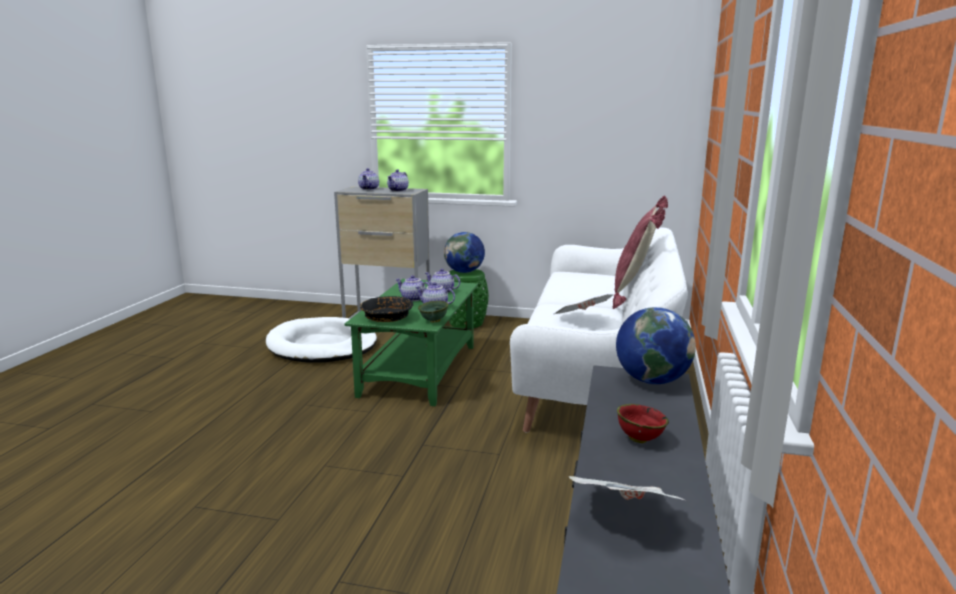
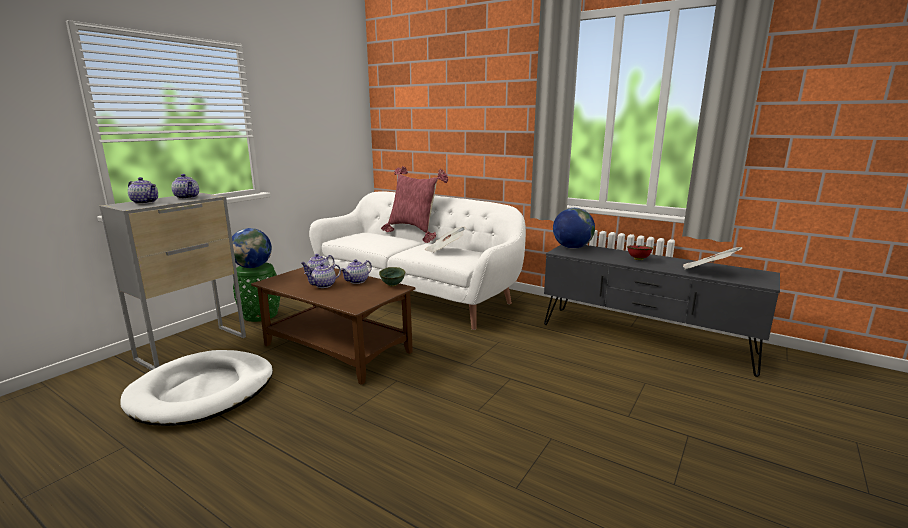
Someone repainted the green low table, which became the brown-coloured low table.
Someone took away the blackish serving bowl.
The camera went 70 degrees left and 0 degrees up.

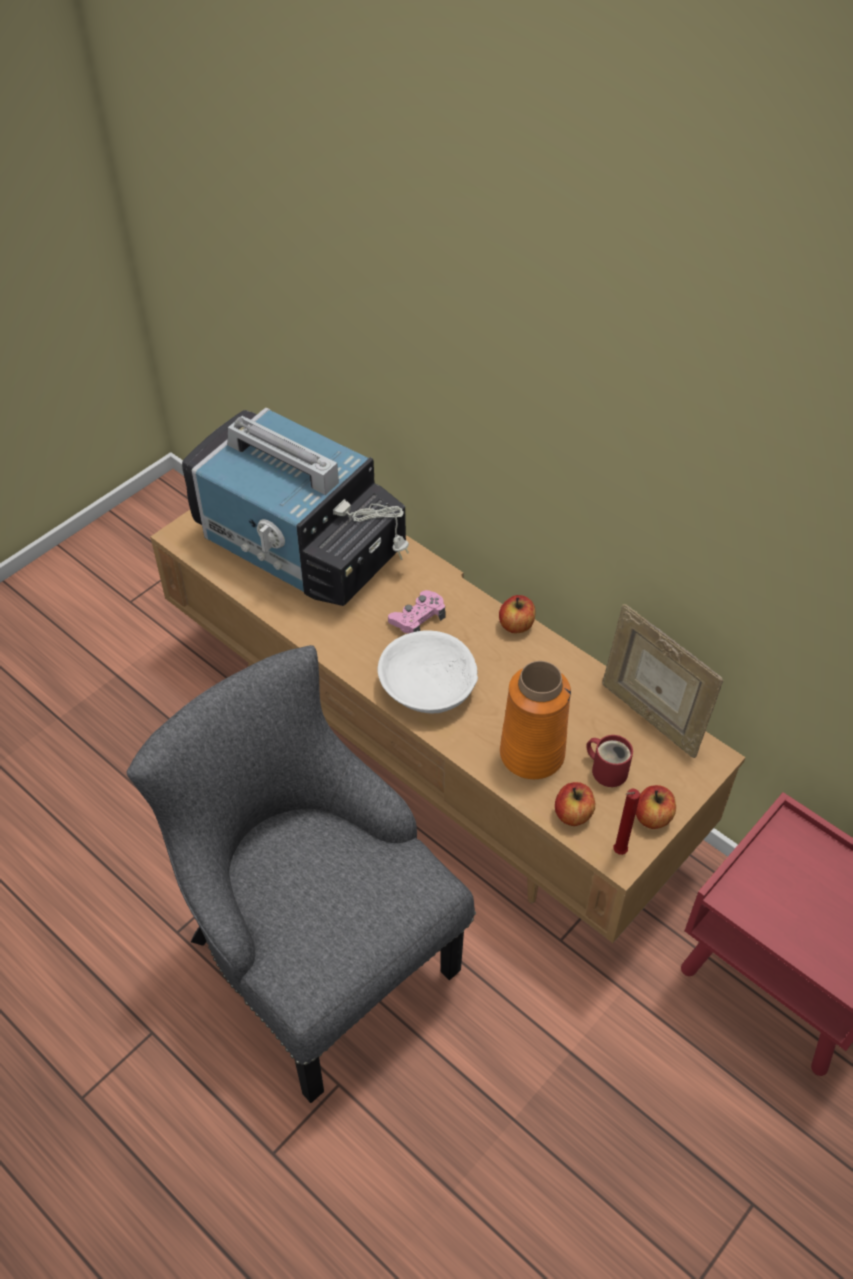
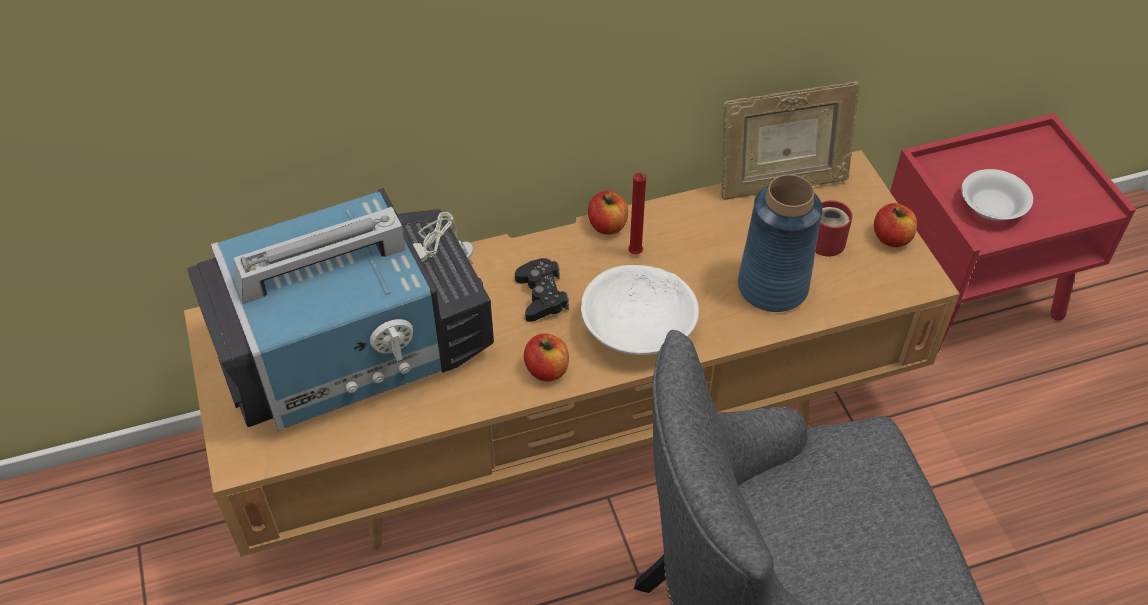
Someone repainted the pink joypad, which became the blackish joypad.
Someone repainted the orange-coloured vase, which became the bluish vase.
Someone carried the apple fruit (2nd from left in the first image).
Someone carried the red-coloured candle.
Someone put down the whitish serving bowl (2nd from left).
The camera went 60 degrees left and 0 degrees up.

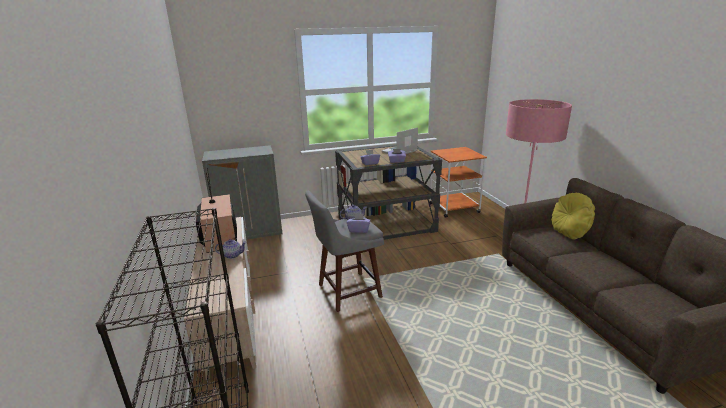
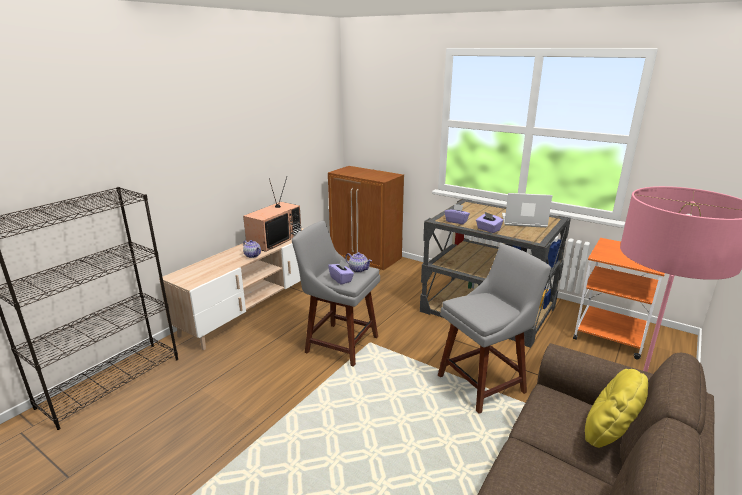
Someone repainted the gray cupboard, which became the brown-coloured cupboard.
Someone put down the gray stool (2nd from left).
The camera went 50 degrees right and 0 degrees up.

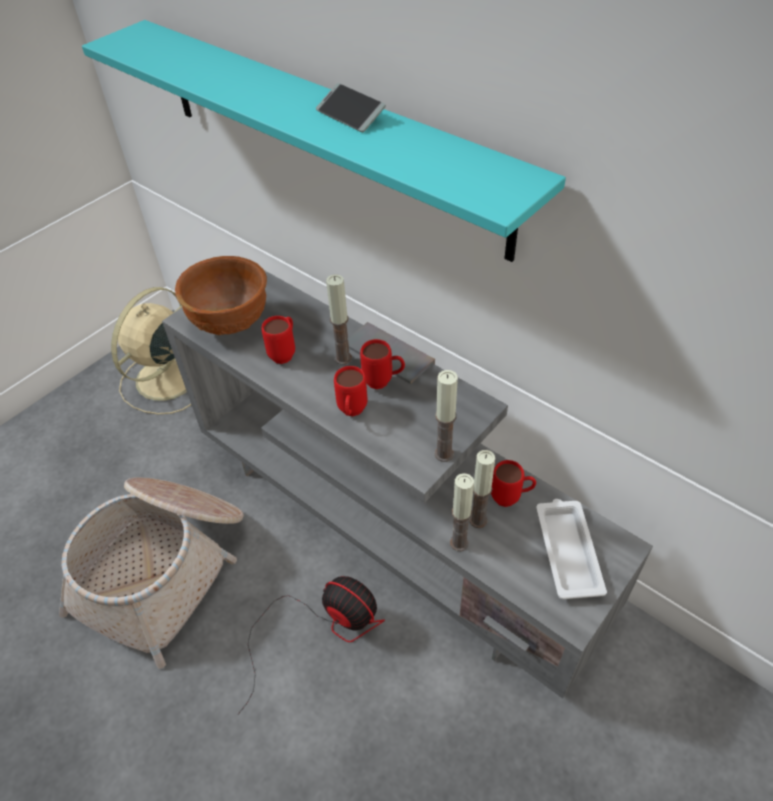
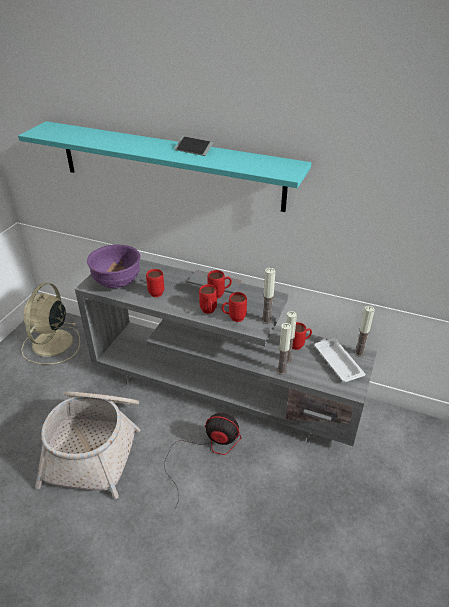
Someone repainted the brown-coloured serving bowl, which became the purplish serving bowl.
Someone carried the candle (1st from left in the first image).
Someone put down the red-coloured tea mug (4th from left).
The camera went 20 degrees left and 10 degrees down.

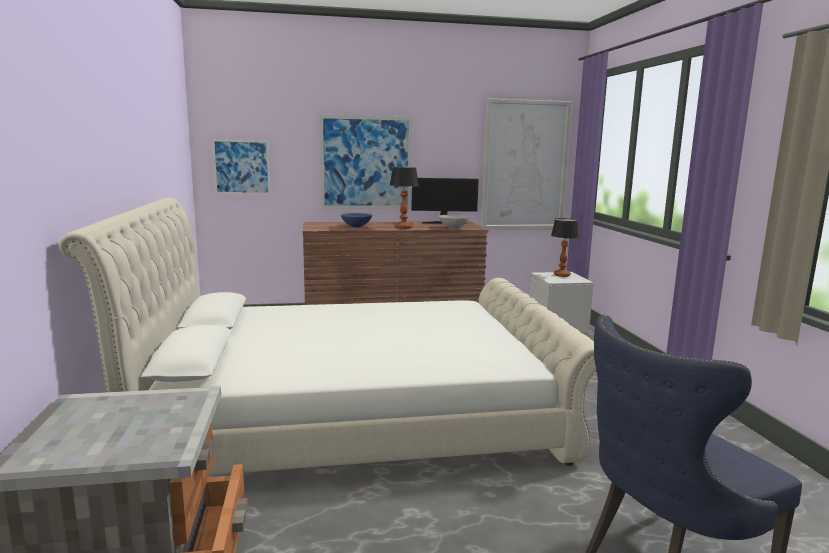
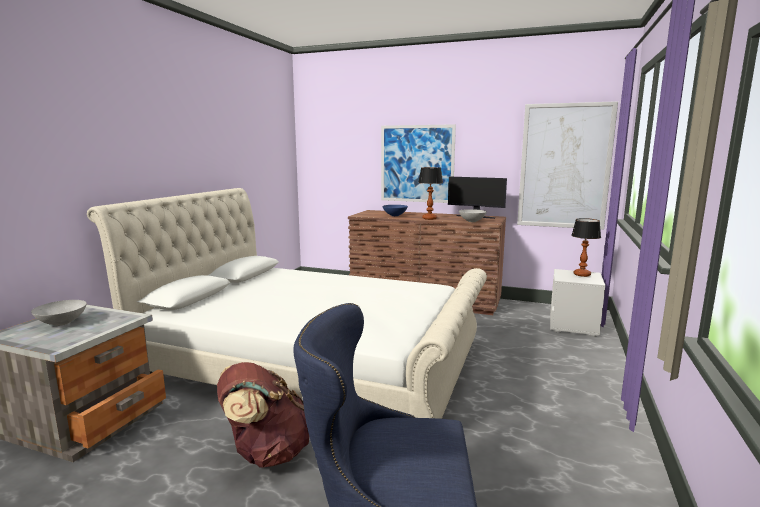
Someone took away the picture (1st from left).
Someone put down the gray serving bowl (1st from left).
Someone put down the brown-coloured rucksack.
The camera went 30 degrees right and 0 degrees up.

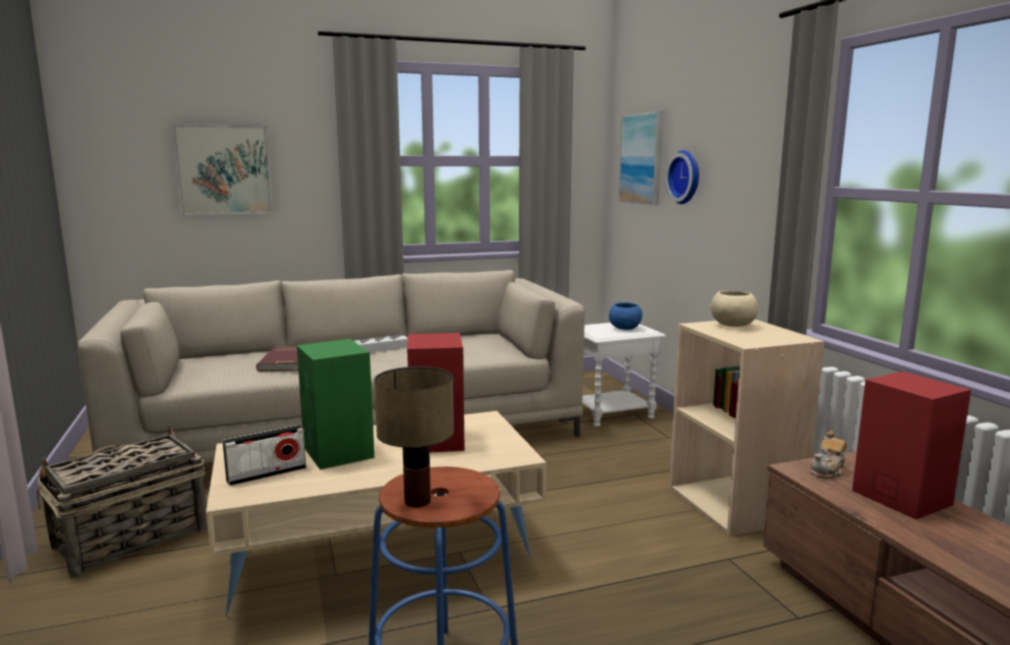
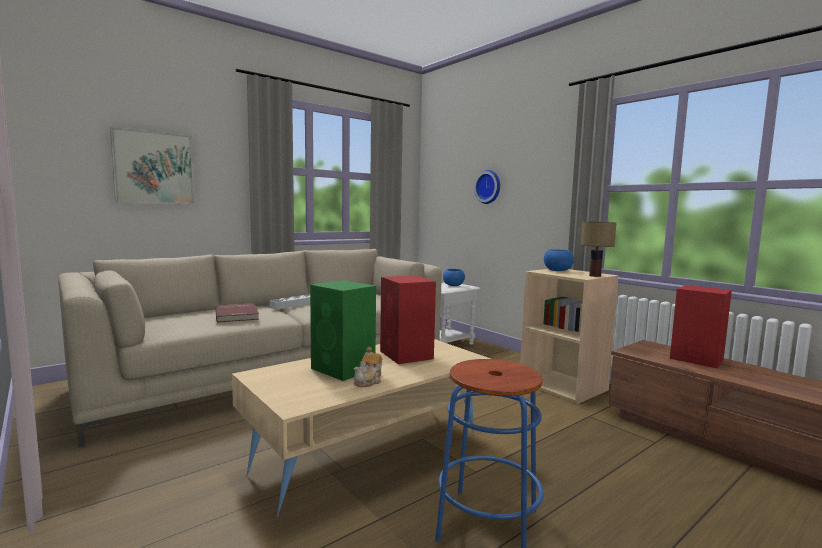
Someone took away the basket.
Someone took away the radio.
Someone carried the lamp for a table.
Someone took away the picture (2nd from left).
Someone repainted the beige-coloured serving bowl, which became the bluish serving bowl (2nd from left).
Someone carried the tea pot.
The camera went 20 degrees left and 5 degrees down.

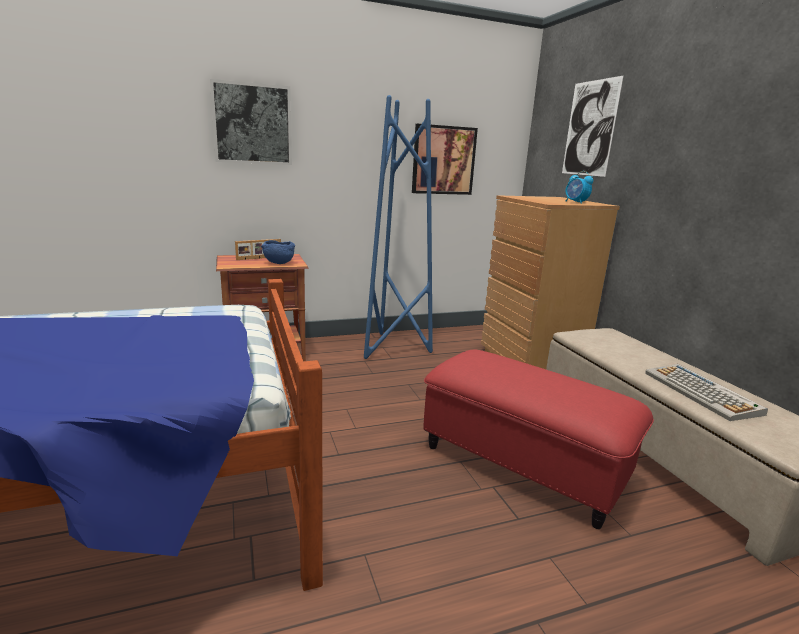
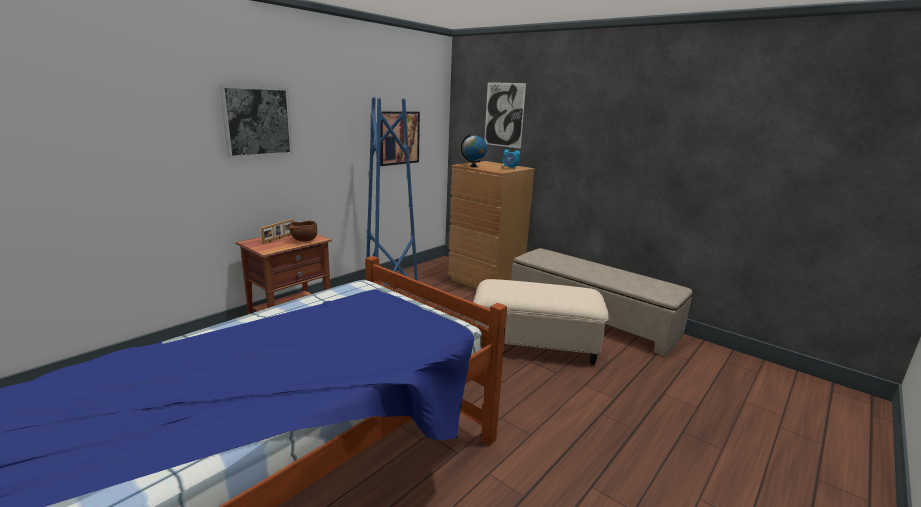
Someone repainted the bluish serving bowl, which became the brown-coloured serving bowl.
Someone repainted the red-coloured ottoman, which became the beige-coloured ottoman.
Someone took away the computer keyboard.
Someone put down the desk globe.
The camera went 30 degrees left and 0 degrees up.

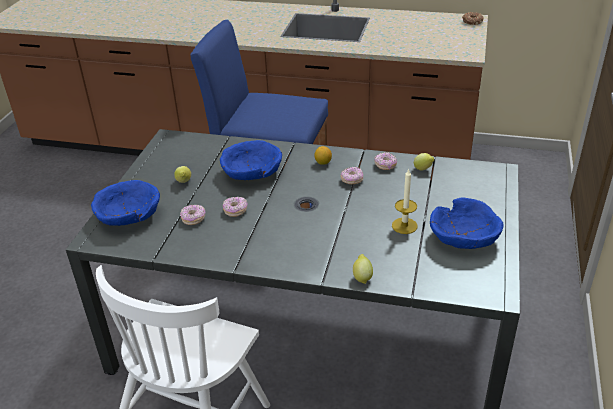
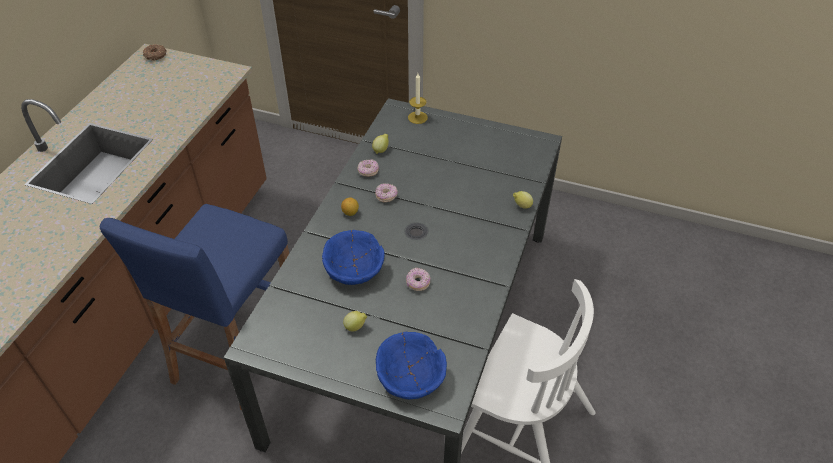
Someone took away the doughnut (1st from left).
Someone carried the candle.
Someone took away the bluish serving bowl (3rd from left).
The camera went 85 degrees left and 10 degrees up.

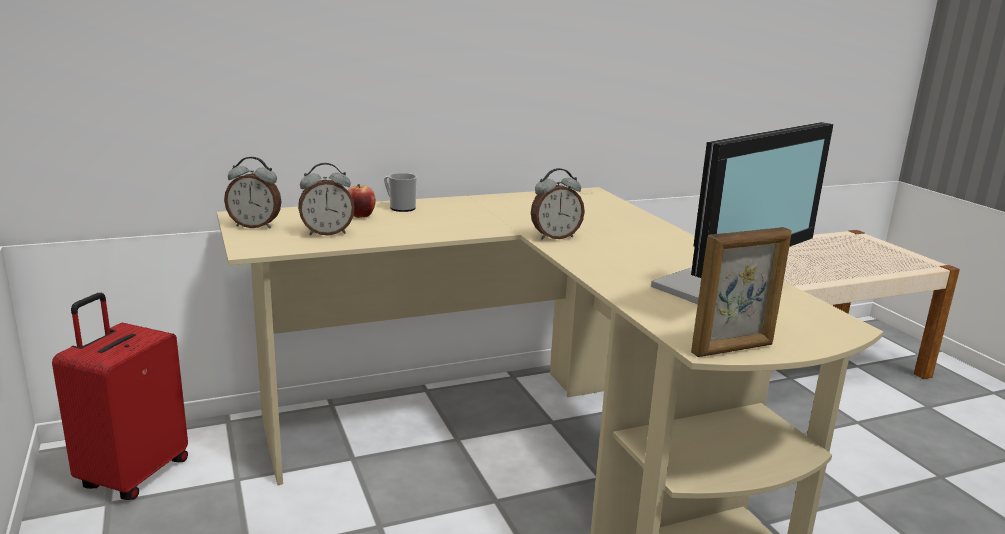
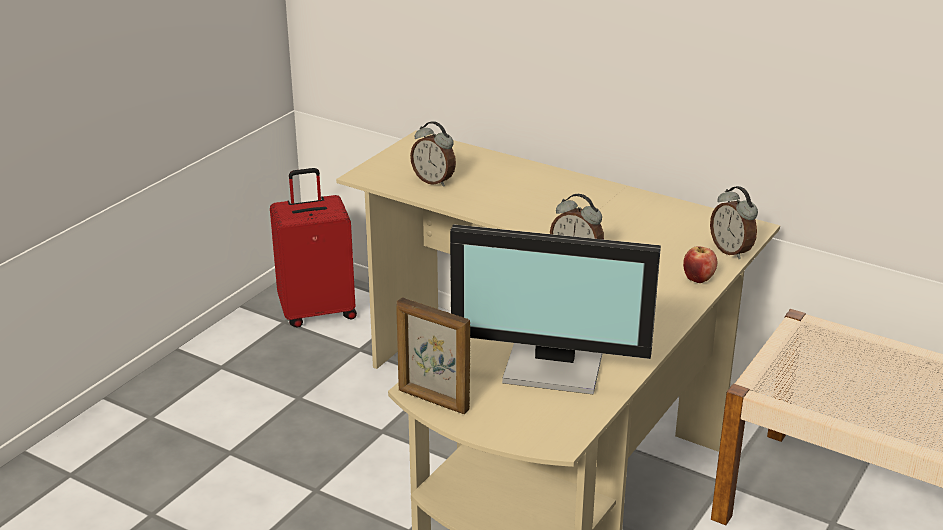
Someone carried the table clock (1st from left in the first image).
Someone carried the apple fruit.
Someone took away the tea mug.
The camera went 55 degrees right and 10 degrees up.

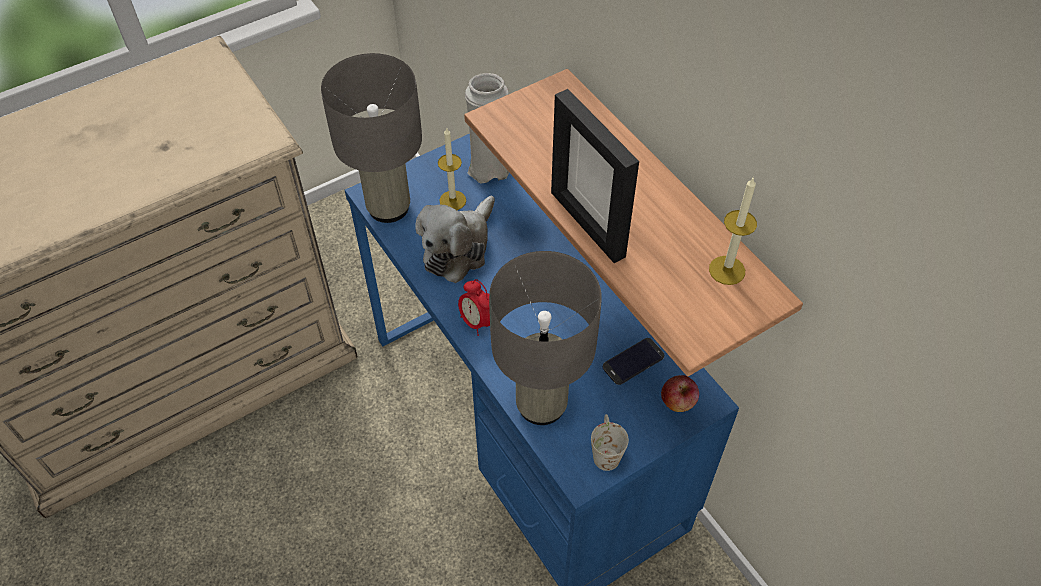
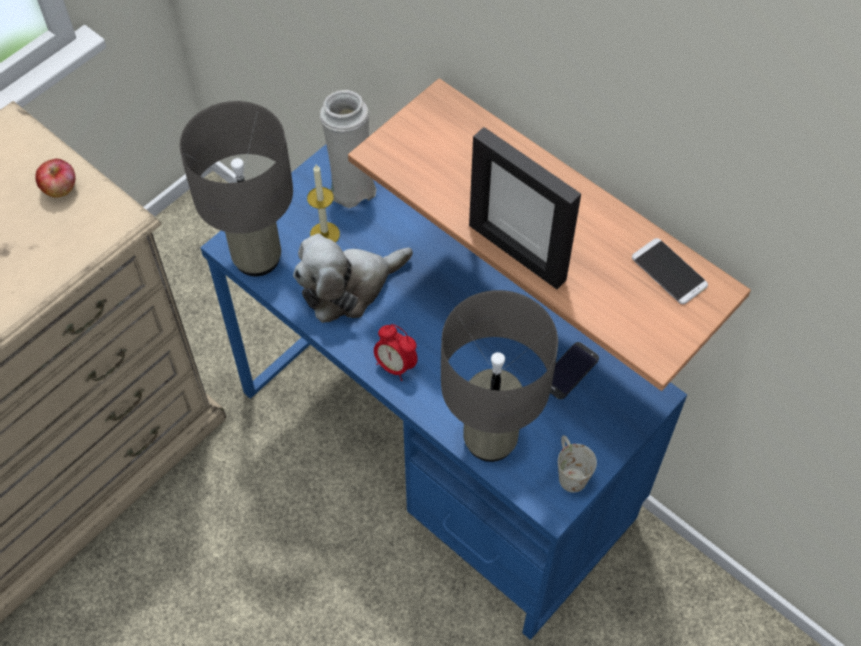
Someone rotated the soft toy by 45 degrees clockwise.
Someone carried the apple fruit.
Someone swapped the candle (2nd from left) for the handset (2nd from left).
The camera went 15 degrees left and 5 degrees up.

